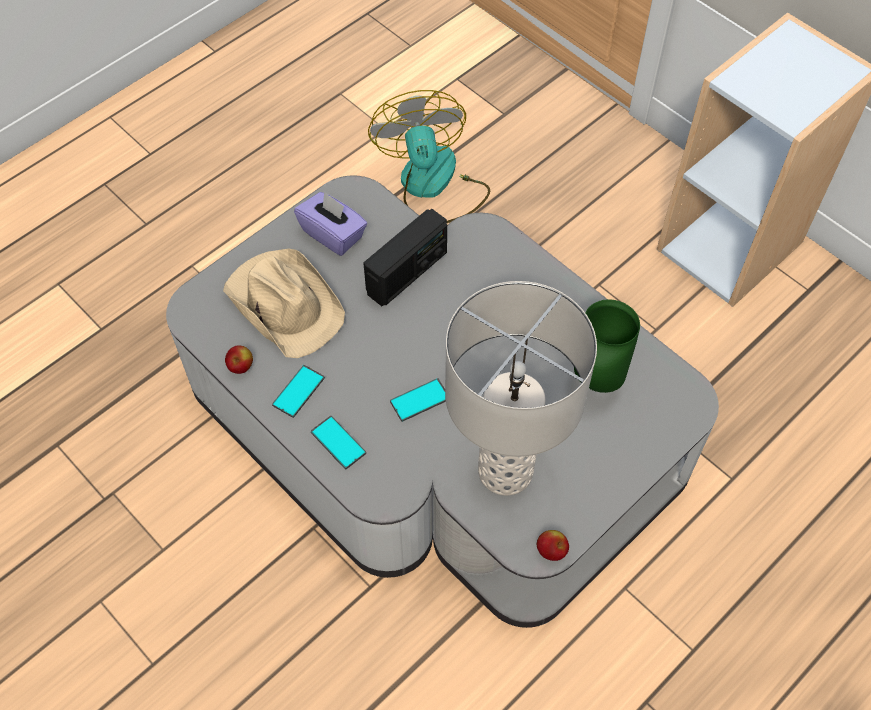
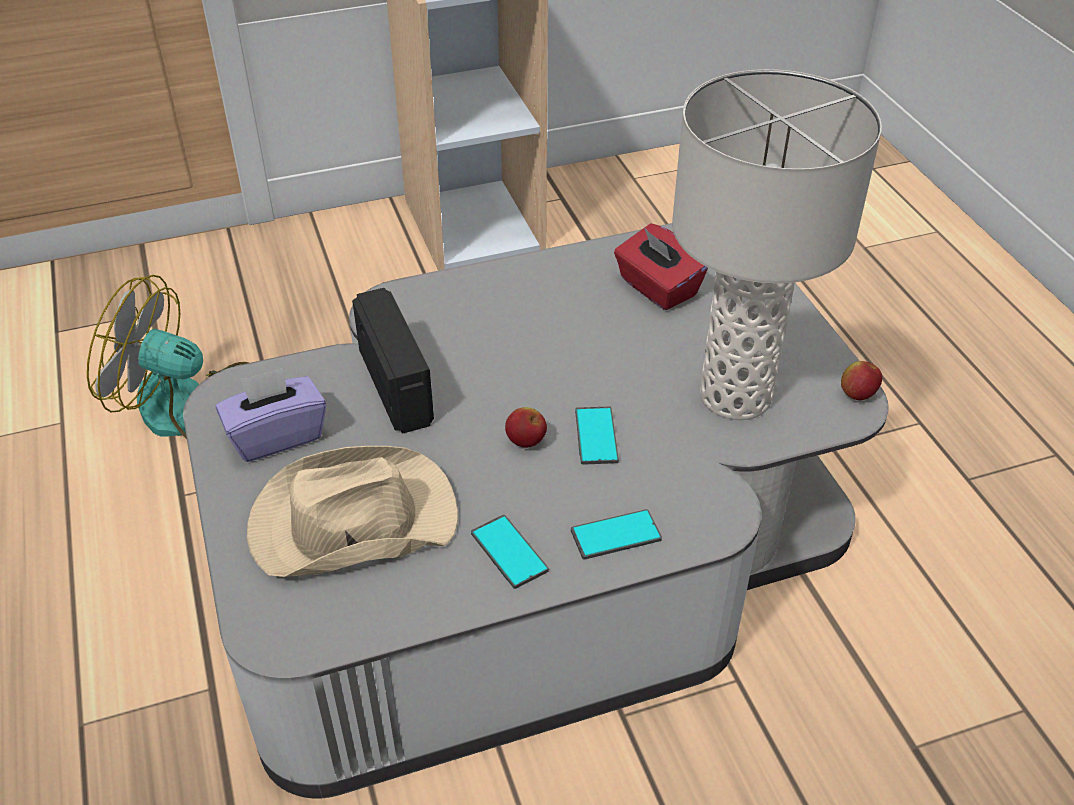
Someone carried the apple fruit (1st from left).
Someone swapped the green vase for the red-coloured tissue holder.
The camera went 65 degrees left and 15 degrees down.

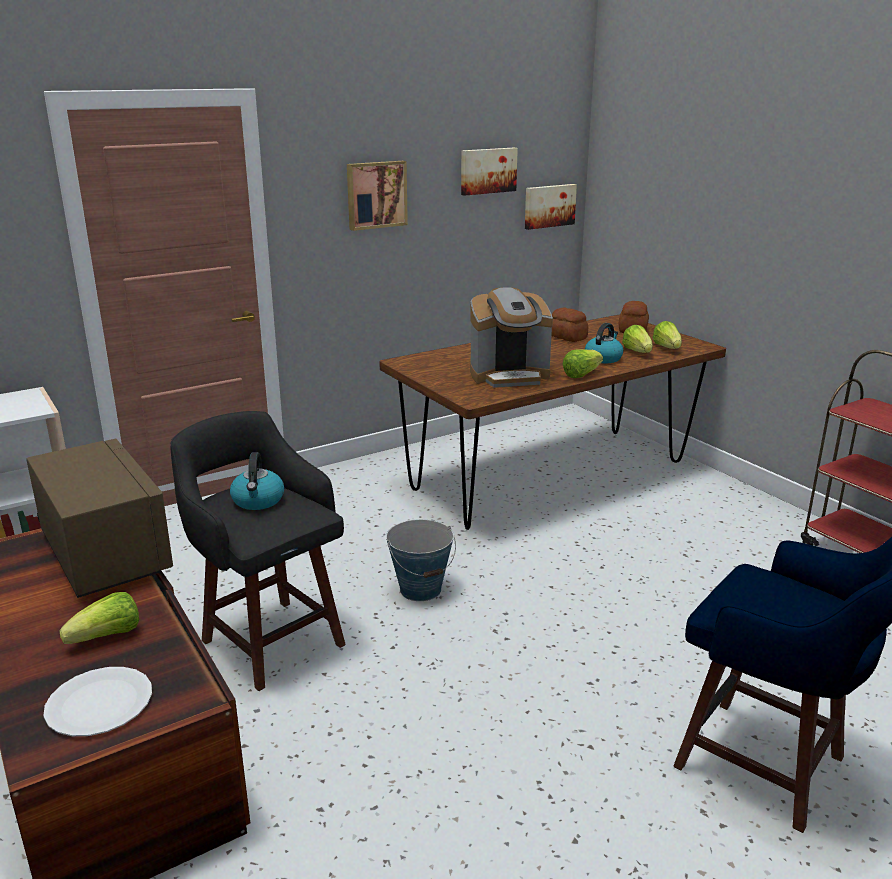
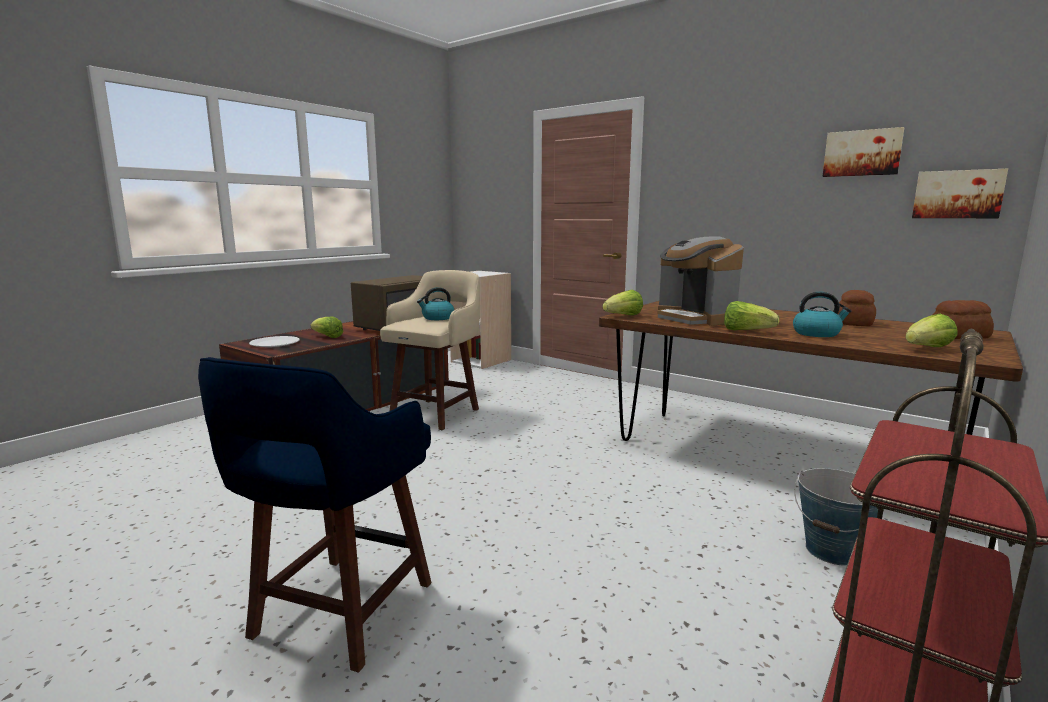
Someone repainted the blackish stool, which became the beige-coloured stool.
Someone took away the picture (1st from left).
Someone carried the water bucket.
Someone carried the lettuce head (3rd from left in the first image).
The camera went 70 degrees right and 10 degrees down.

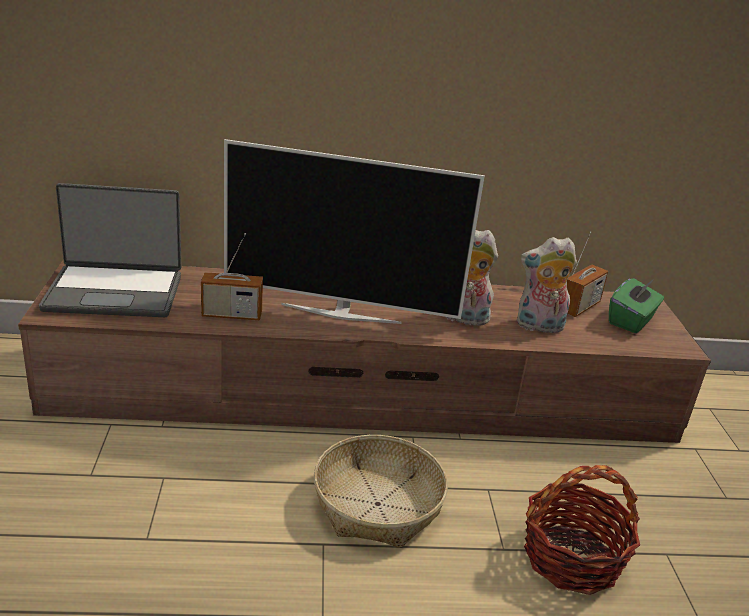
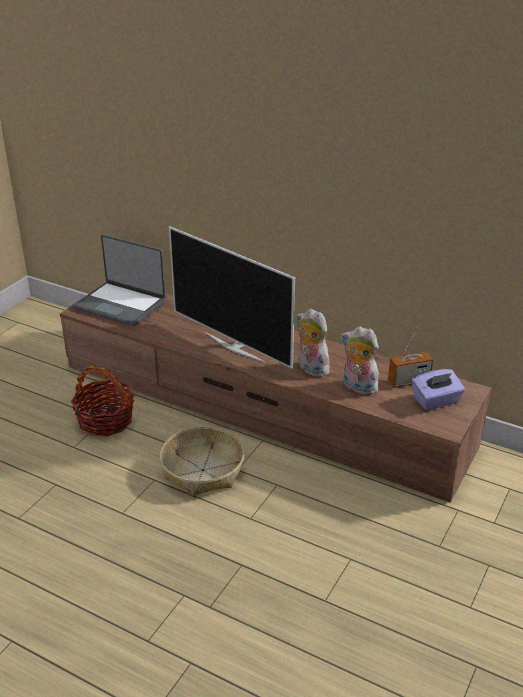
Someone took away the radio (1st from left).
Someone carried the basket (2nd from left in the first image).
Someone repainted the green tissue holder, which became the purplish tissue holder.
The camera went 35 degrees right and 5 degrees up.

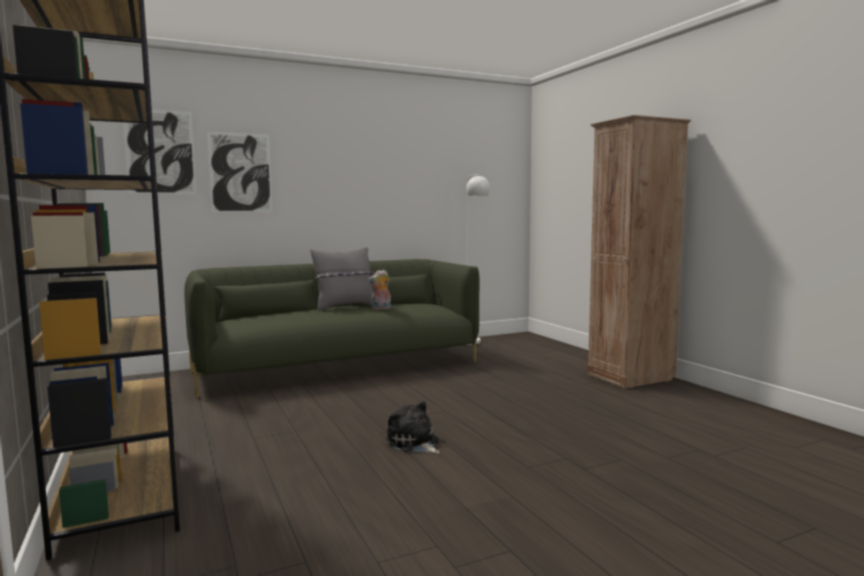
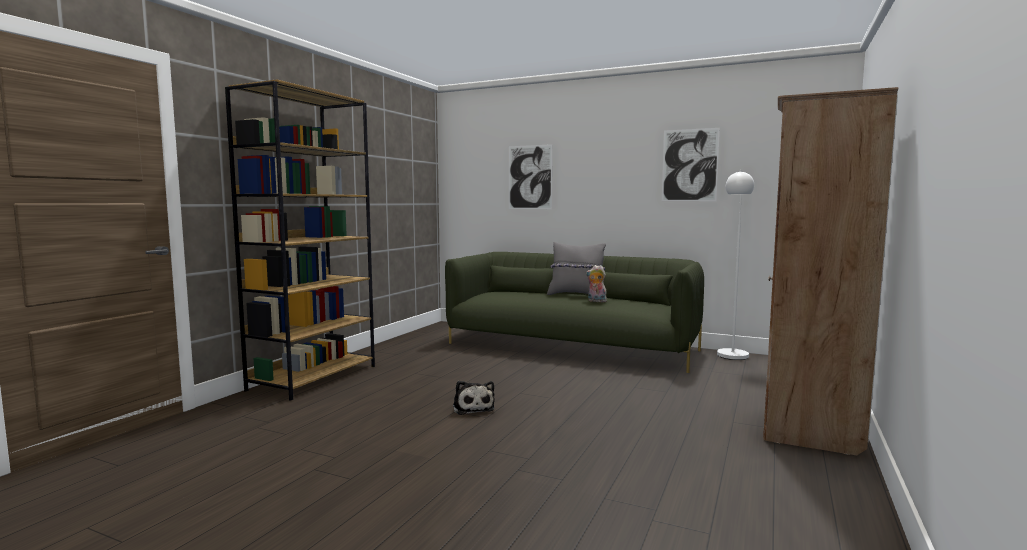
Someone carried the picture (1st from left in the first image).
Someone rotated the soft toy (2nd from left in the first image) by 150 degrees clockwise.
The camera went 50 degrees right and 0 degrees up.

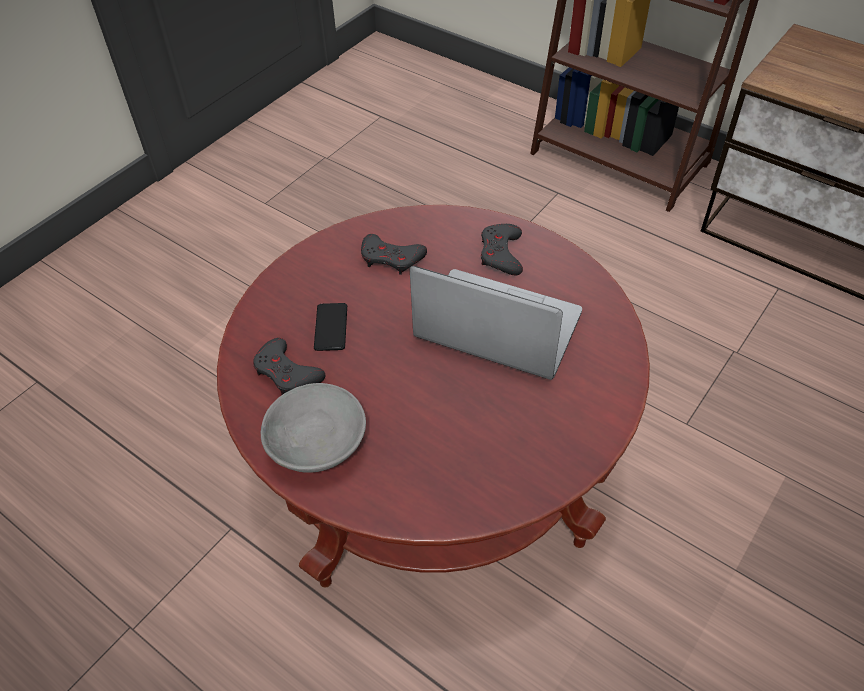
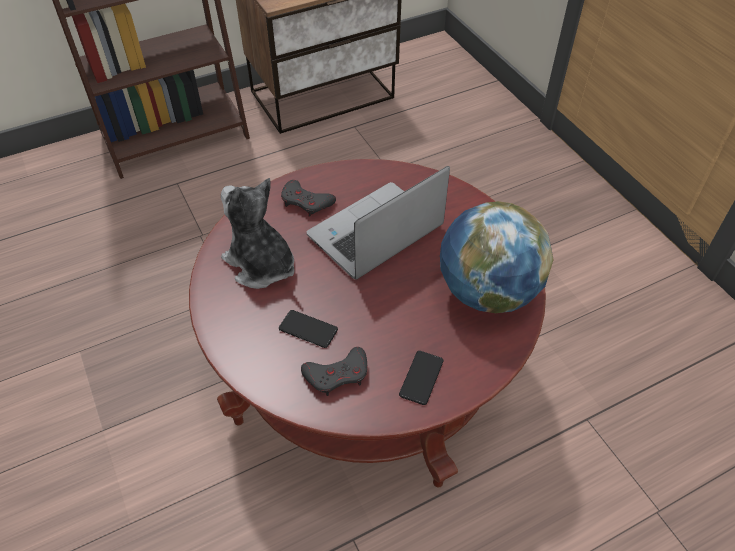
Someone swapped the gray serving bowl for the handset (2nd from left).
Someone swapped the gray joypad (2nd from left) for the soft toy.
Someone put down the desk globe.
The camera went 65 degrees left and 0 degrees up.

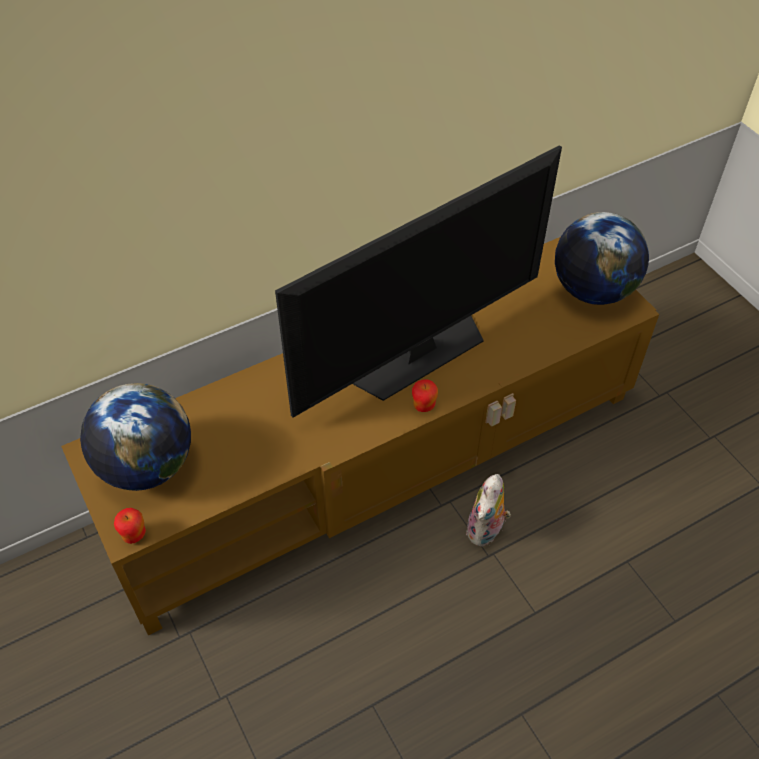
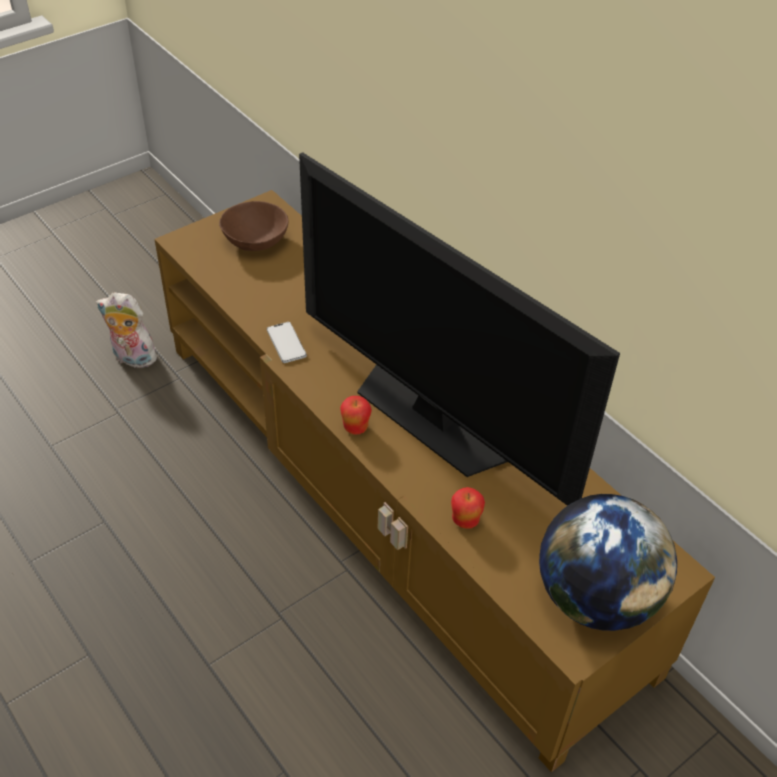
Someone swapped the desk globe (1st from left) for the brown-coloured serving bowl.
Someone carried the apple fruit (1st from left in the first image).
Someone carried the soft toy.
Someone put down the handset.
The camera went 80 degrees right and 5 degrees down.

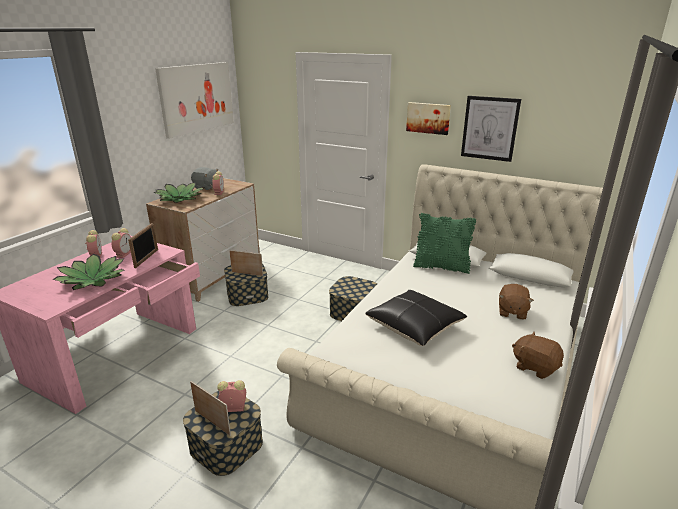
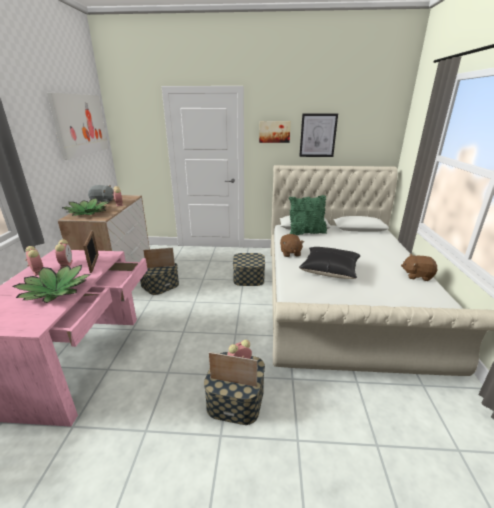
Someone carried the brown-coloured soft toy (1st from left).
The camera went 25 degrees left and 0 degrees up.

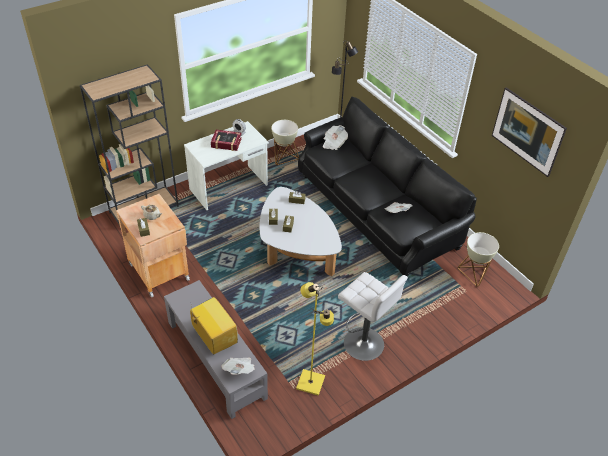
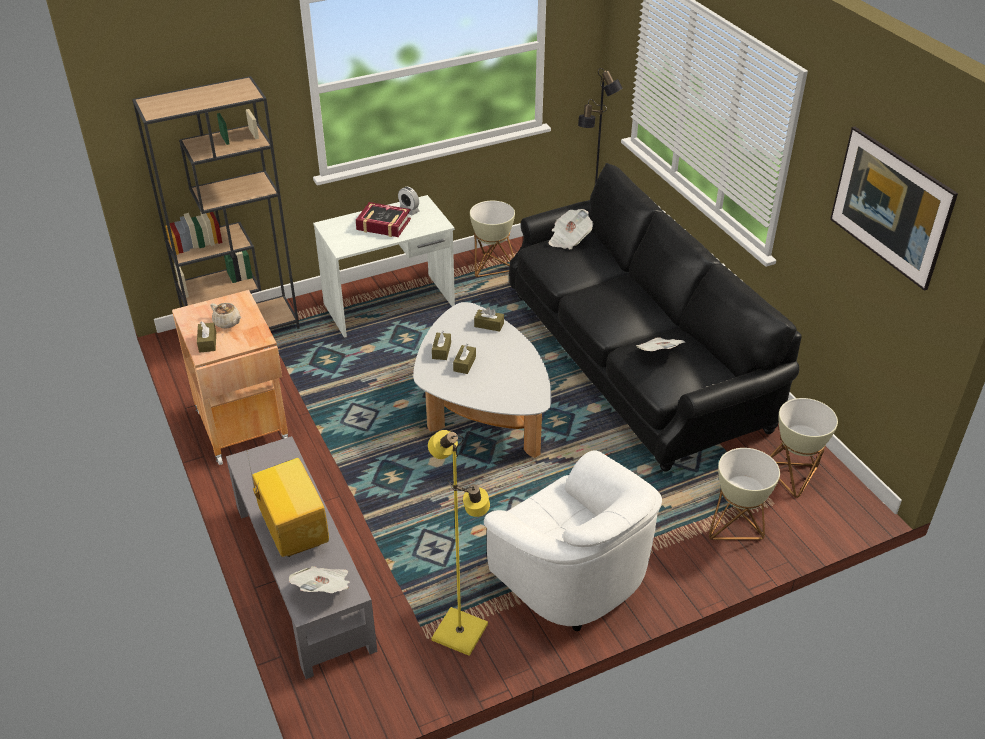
Someone swapped the whitish stool for the whitish easy chair.
Someone put down the flower pot (2nd from left).
The camera went 10 degrees right and 5 degrees down.

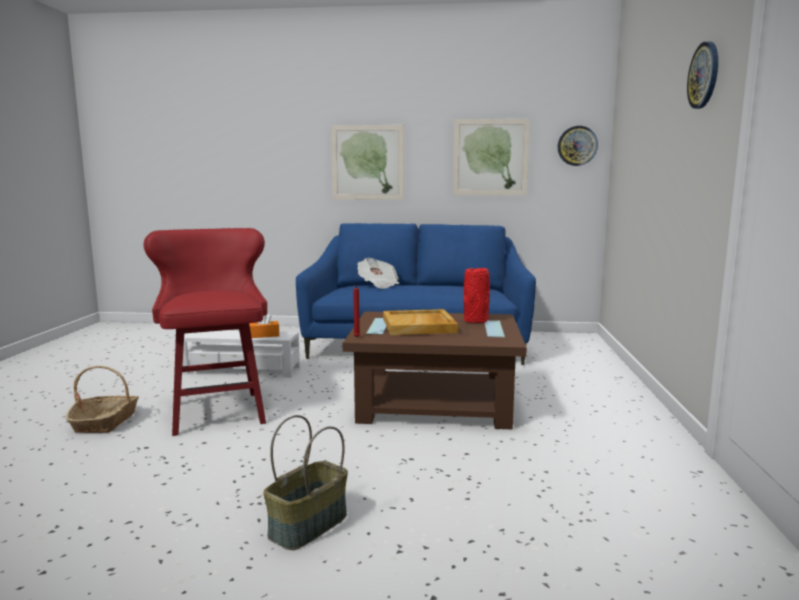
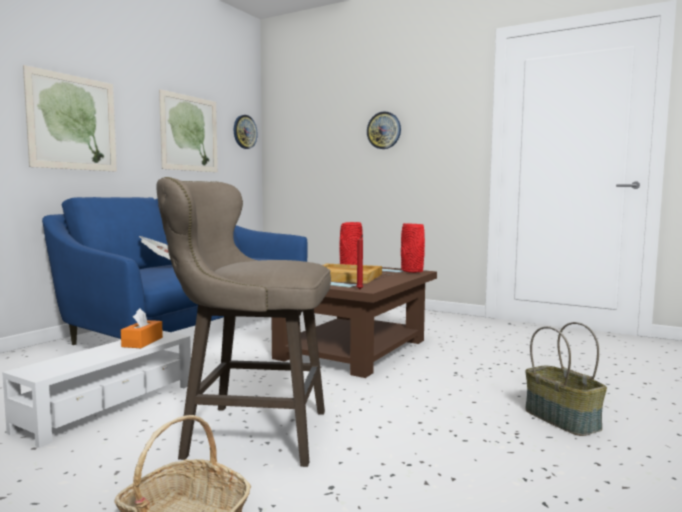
Someone repainted the red-coloured stool, which became the beige-coloured stool.
Someone carried the wall clock (2nd from left).
Someone put down the red-coloured vase (2nd from left).
The camera went 65 degrees left and 5 degrees down.

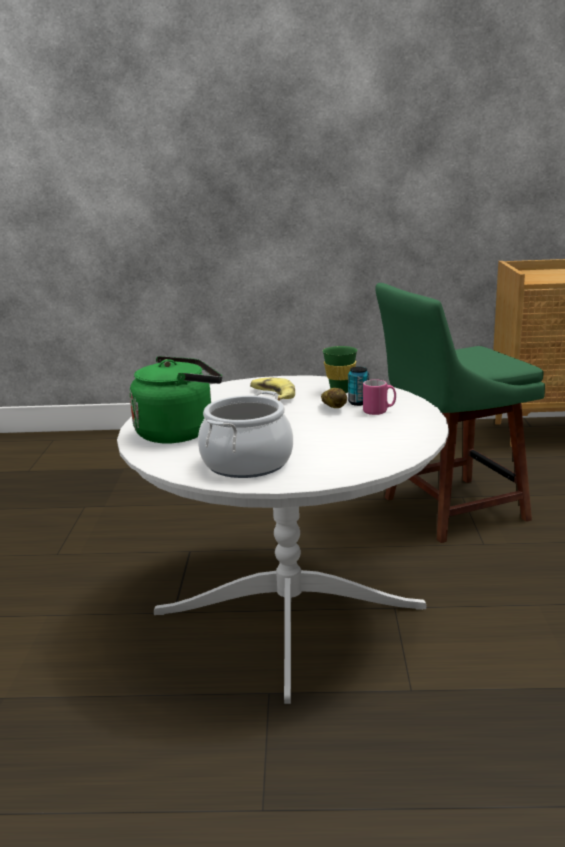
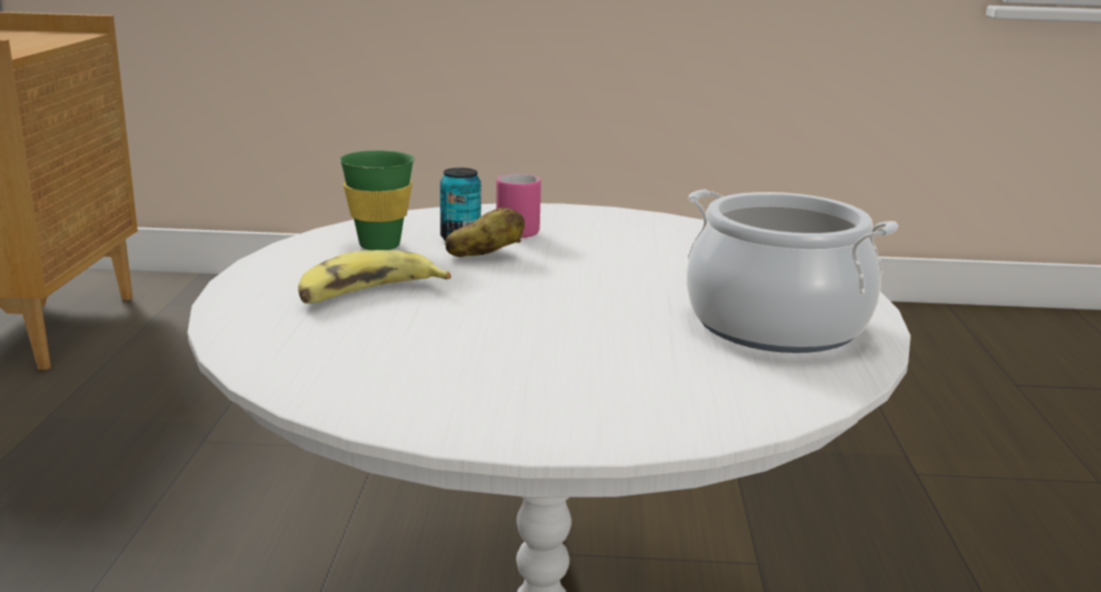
Someone took away the green water kettle.
Someone took away the green stool.
The camera went 90 degrees left and 0 degrees up.

